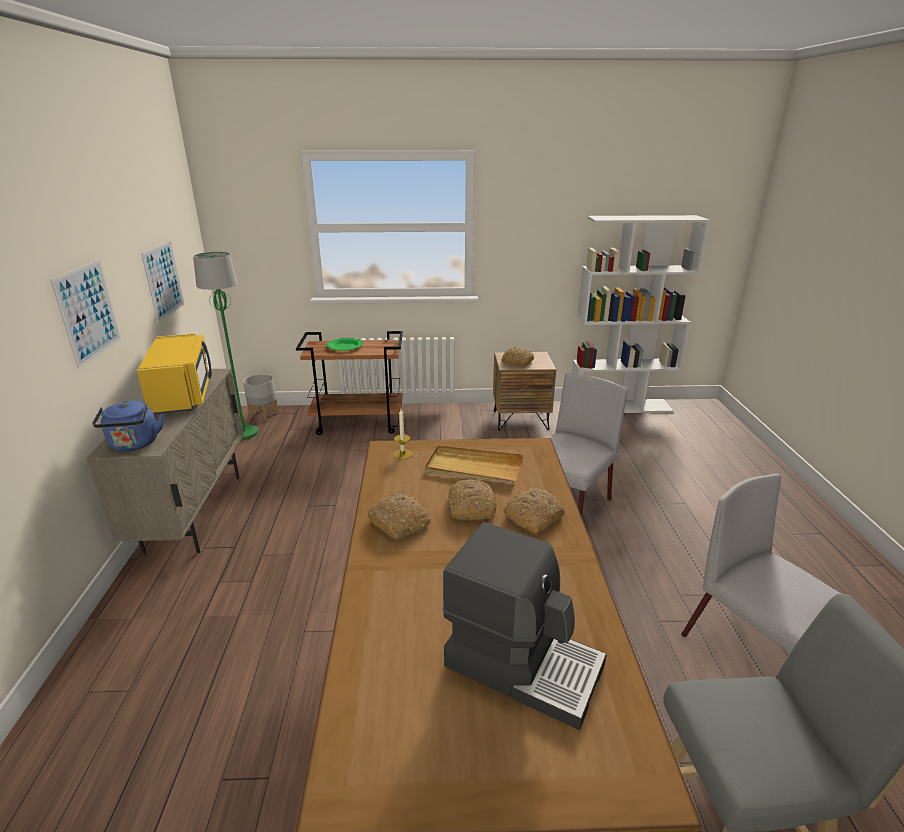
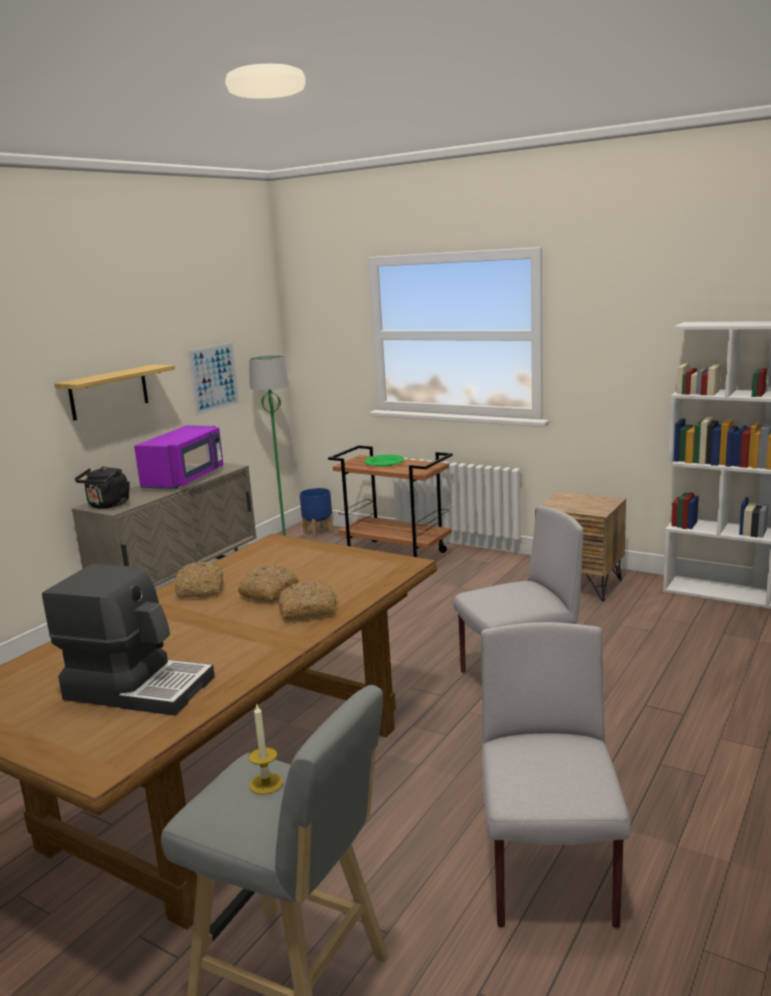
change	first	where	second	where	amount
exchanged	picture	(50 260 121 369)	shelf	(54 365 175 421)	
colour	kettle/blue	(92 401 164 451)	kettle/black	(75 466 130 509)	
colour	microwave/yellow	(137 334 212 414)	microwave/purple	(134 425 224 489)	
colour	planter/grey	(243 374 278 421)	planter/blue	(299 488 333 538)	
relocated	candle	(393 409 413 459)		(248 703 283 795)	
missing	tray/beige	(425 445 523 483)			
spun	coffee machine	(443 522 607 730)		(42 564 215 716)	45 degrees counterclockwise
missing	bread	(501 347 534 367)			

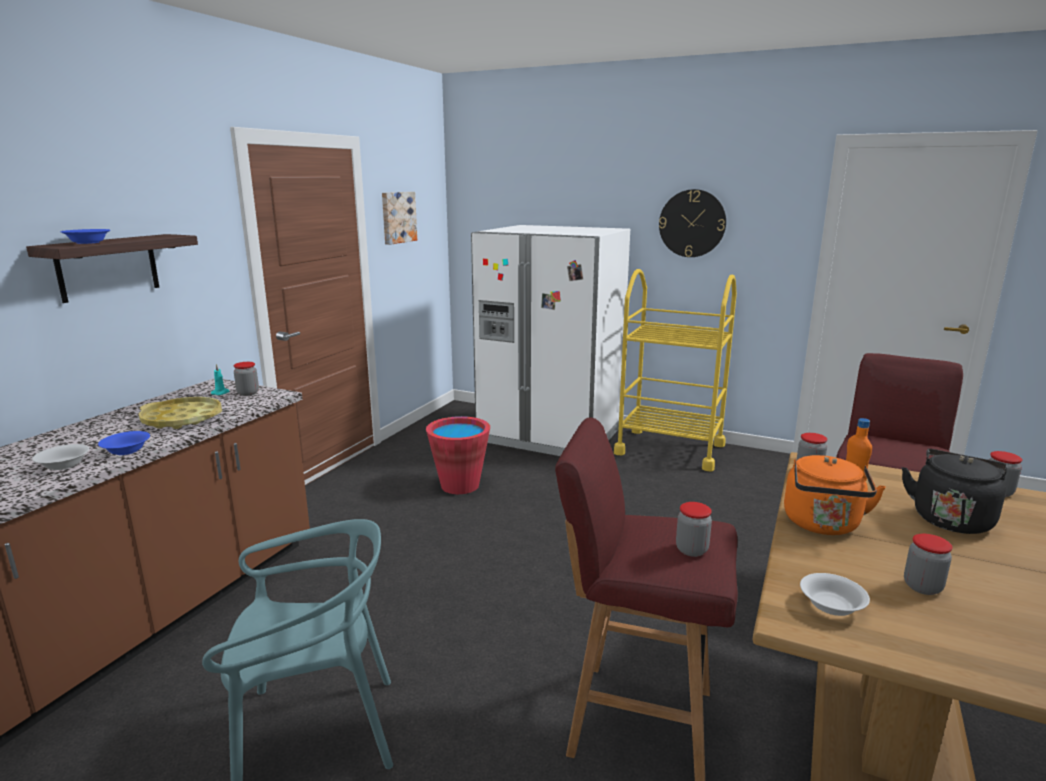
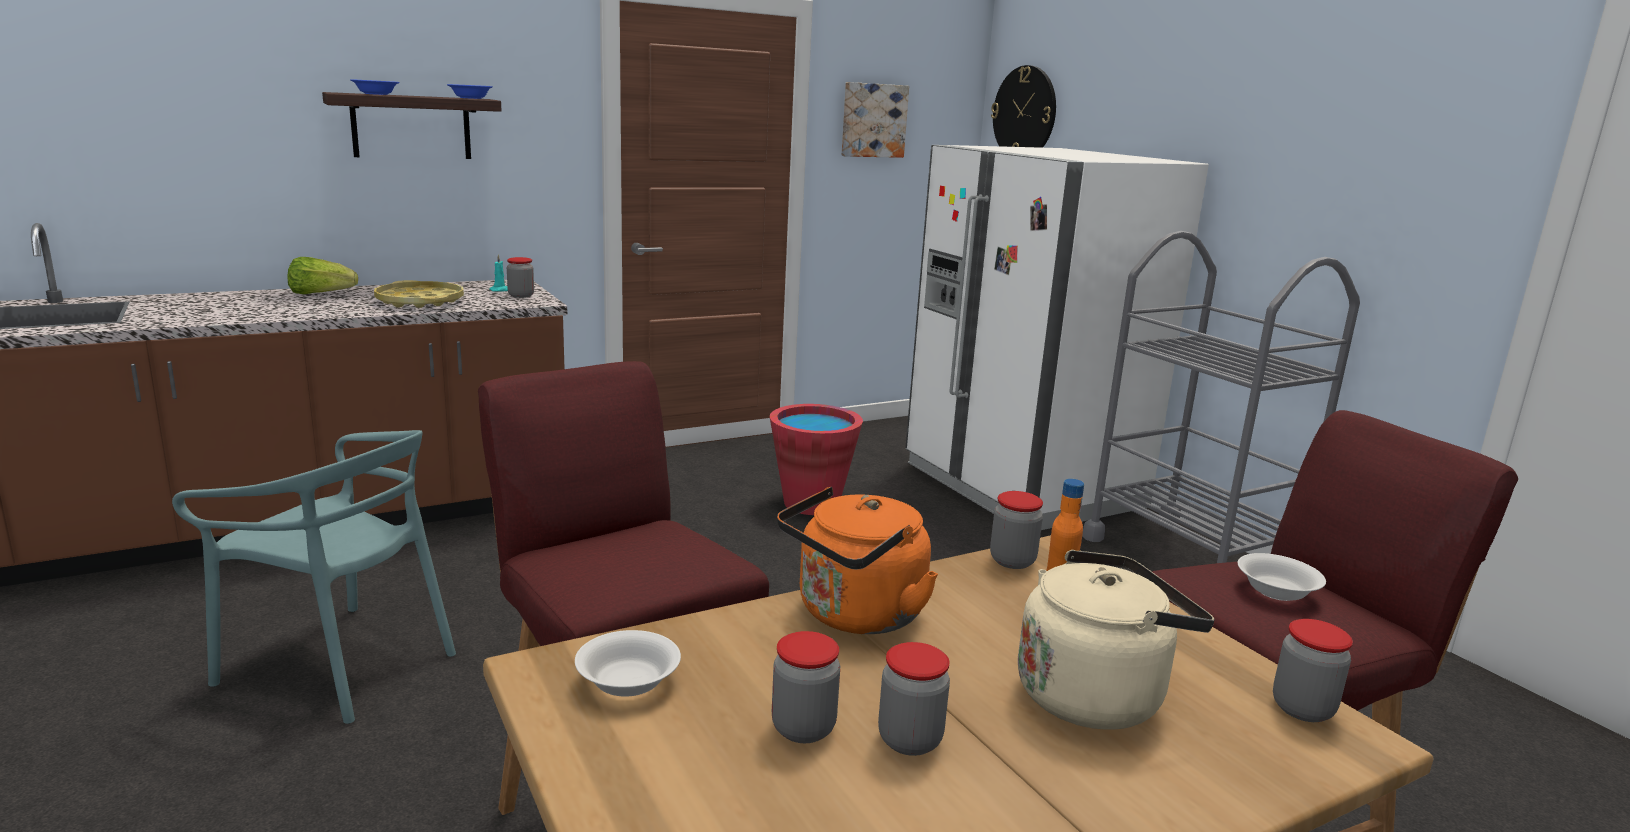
change	first	where	second	where	amount
relocated	bowl/white	(32 444 89 470)		(1238 553 1326 601)	
relocated	bowl/blue	(98 431 150 455)		(447 84 493 99)	
colour	cart/yellow	(614 269 737 471)	cart/grey	(1082 231 1360 563)	
relocated	wall clock	(659 189 726 257)		(991 65 1056 148)	
relocated	jar	(676 502 712 557)		(878 642 950 756)	
colour	kettle/black	(902 449 1008 534)	kettle/beige	(1018 550 1214 730)	
appeared			lettuce	(288 257 358 294)	

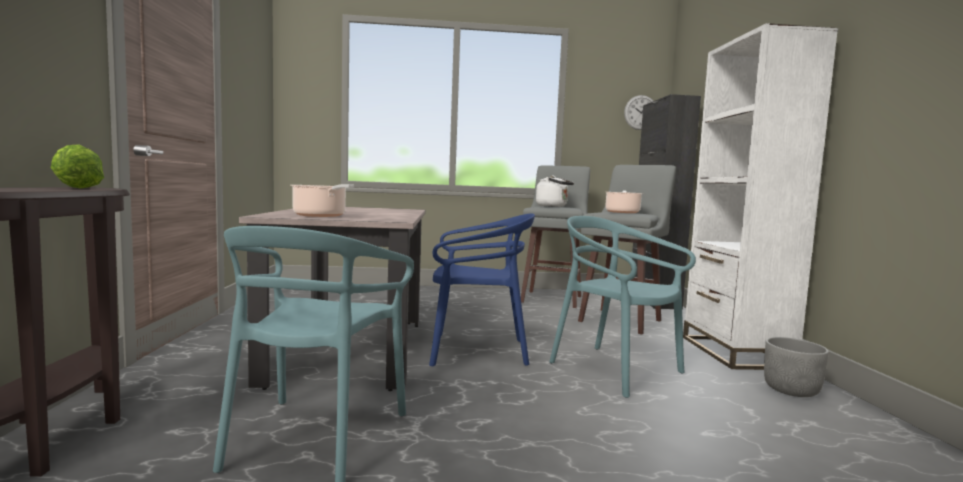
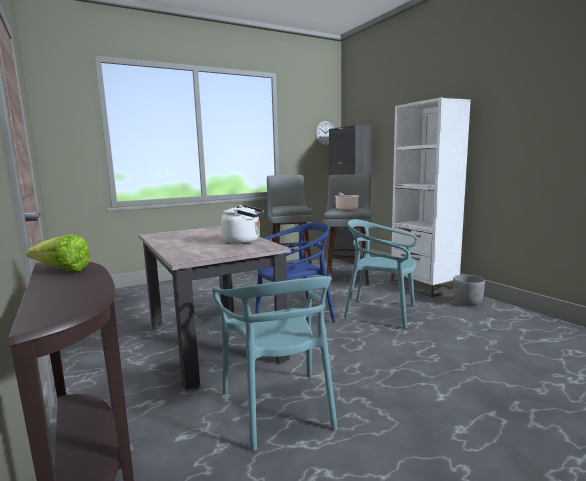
change	first	where	second	where	amount
missing	cooking pot	(290 184 354 217)			
relocated	kettle/white	(536 176 574 207)		(221 205 264 244)	

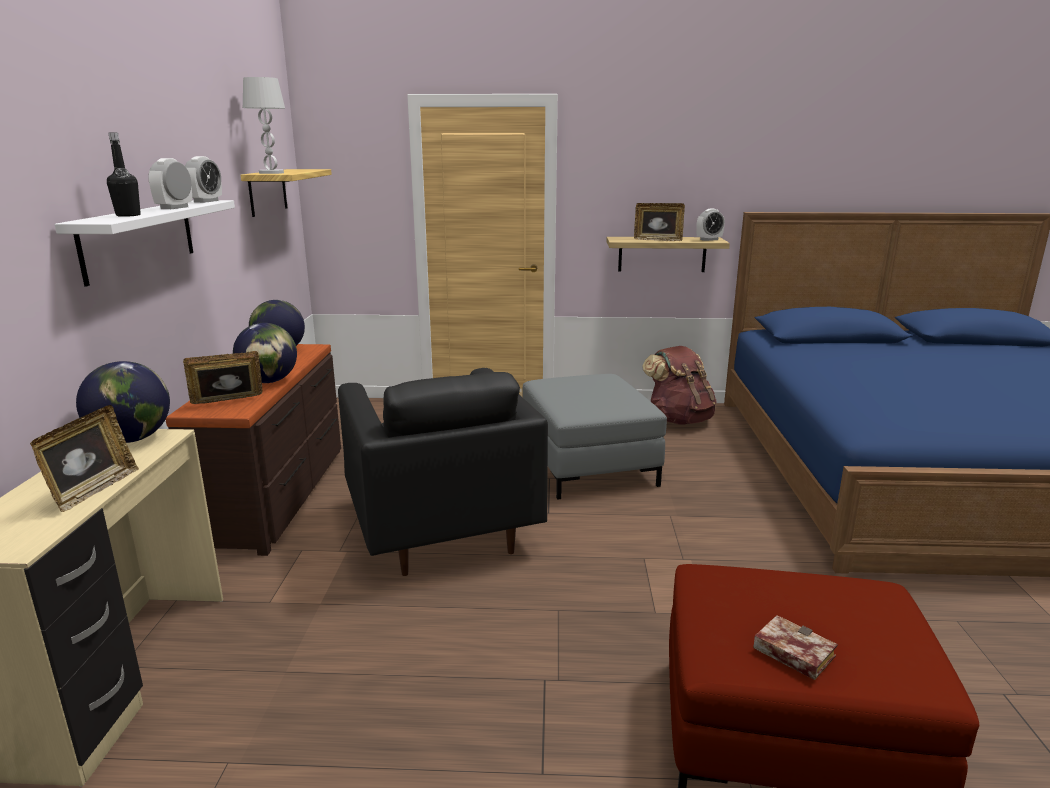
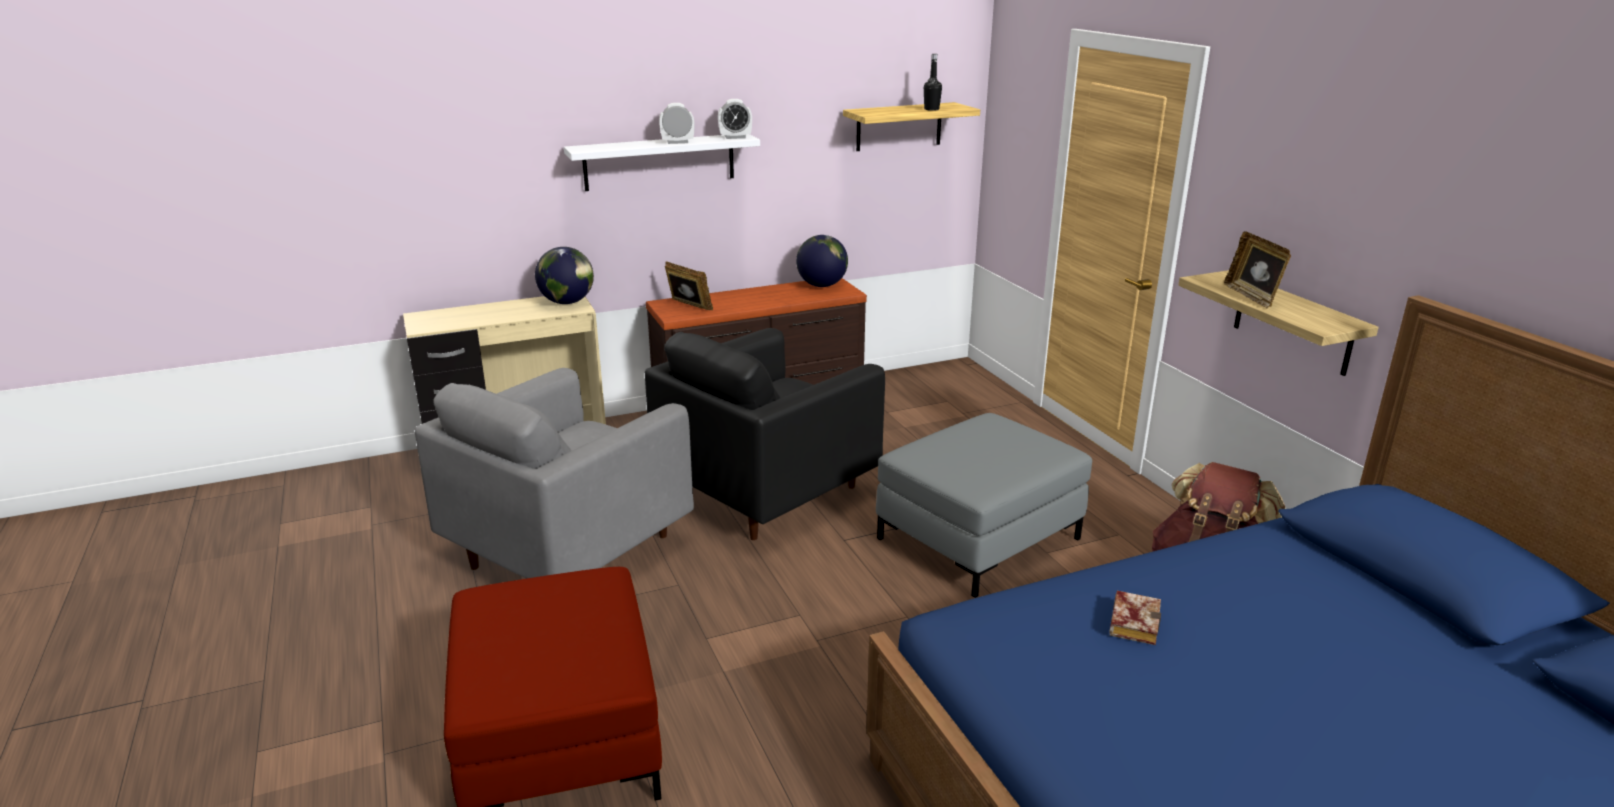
change	first	where	second	where	amount
missing	picture frame	(30 405 139 512)			
relocated	bottle/black	(107 133 141 217)		(924 54 942 111)	
missing	globe	(233 323 297 383)			
missing	table lamp/white	(243 77 285 174)			
missing	alarm clock	(696 209 725 241)			
relocated	book	(753 615 838 680)		(1110 591 1161 645)	
appeared			armchair/grey	(415 368 694 579)	

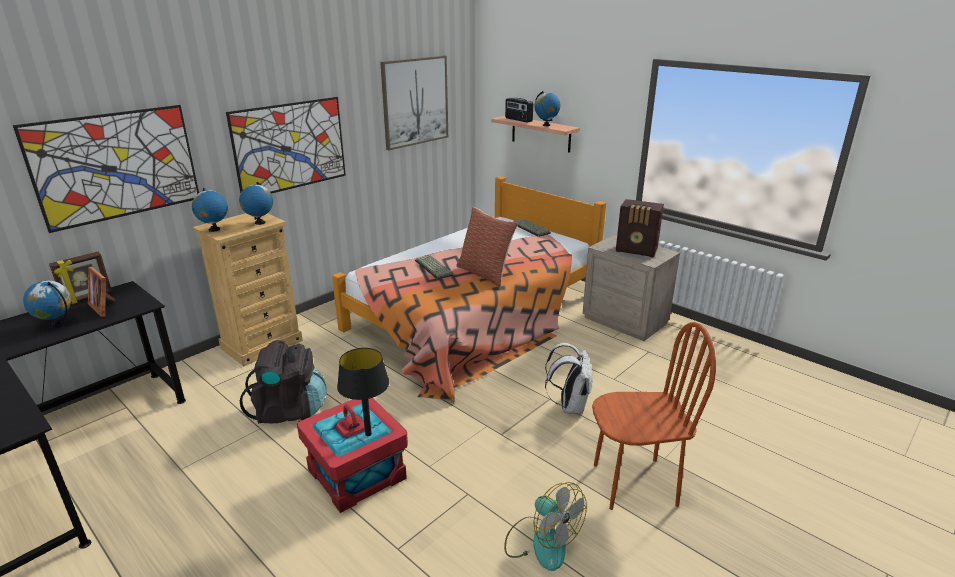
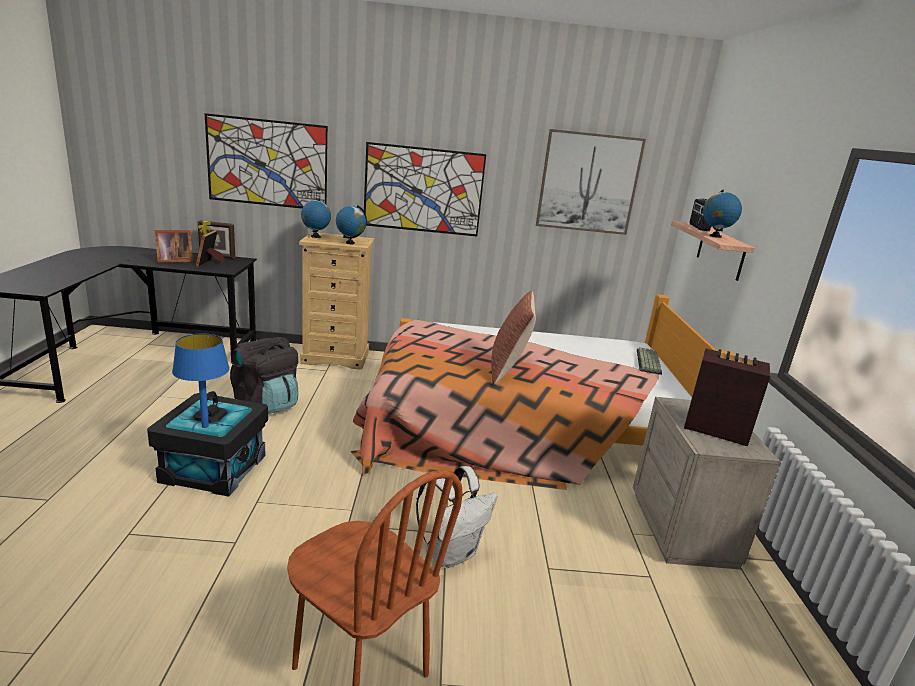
change	first	where	second	where	amount
exchanged	globe	(23 281 71 329)	picture frame	(155 230 193 263)	
colour	storage box/red	(297 398 408 513)	storage box/black	(147 391 268 497)	
colour	table lamp/black	(337 348 389 436)	table lamp/blue	(172 334 230 428)	
missing	keyboard	(415 255 454 280)			
missing	fan	(504 482 587 571)			
spun	radio	(616 199 664 257)		(684 349 770 446)	135 degrees clockwise

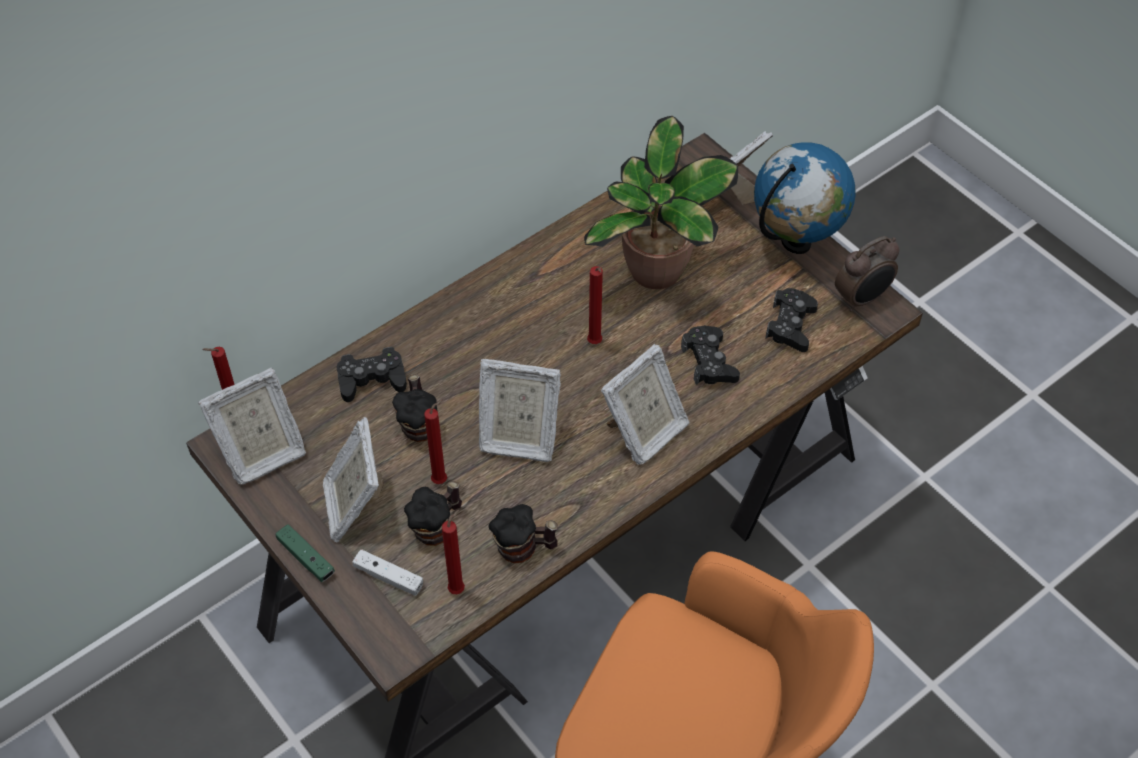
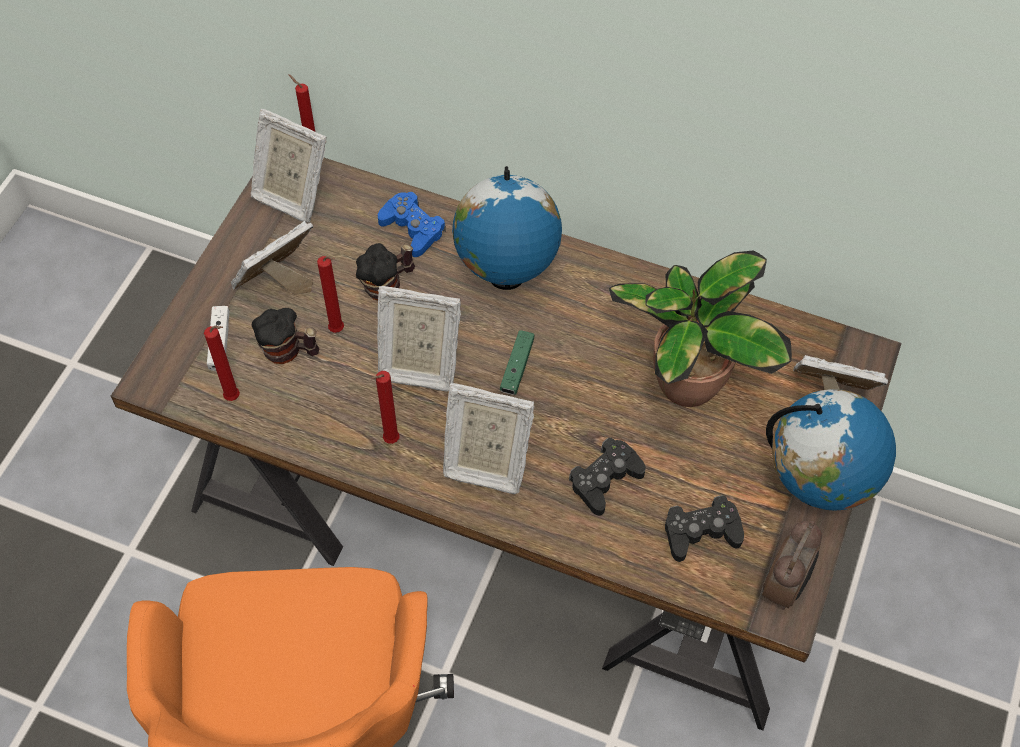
change	first	where	second	where	amount
relocated	game controller/green	(275 524 335 582)		(500 330 534 395)	
colour	game controller/black	(337 347 407 402)	game controller/blue	(378 192 446 257)	
spun	picture frame	(479 359 561 462)		(377 286 461 392)	60 degrees counterclockwise
missing	mug	(488 504 557 563)			
relocated	candle/red	(587 266 603 344)		(371 371 400 444)	
spun	alarm clock	(835 236 900 311)		(762 521 822 610)	90 degrees counterclockwise
appeared			globe	(452 166 562 290)	

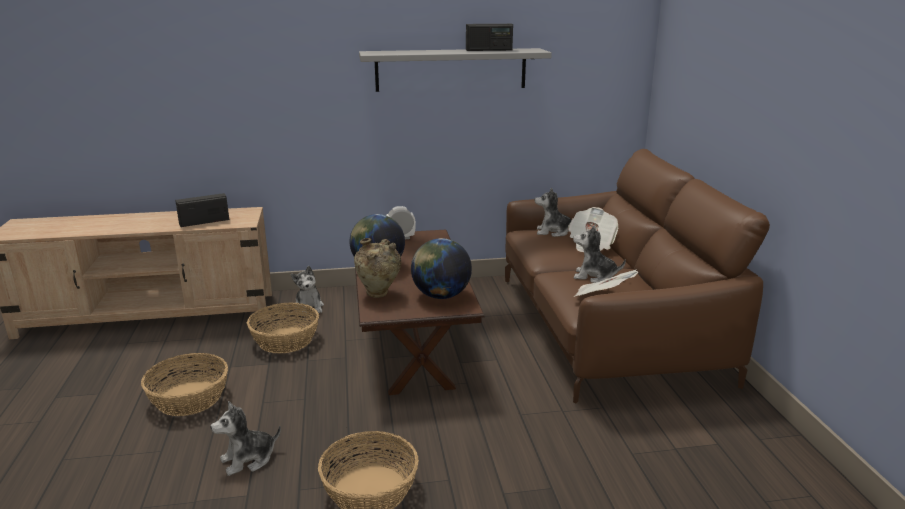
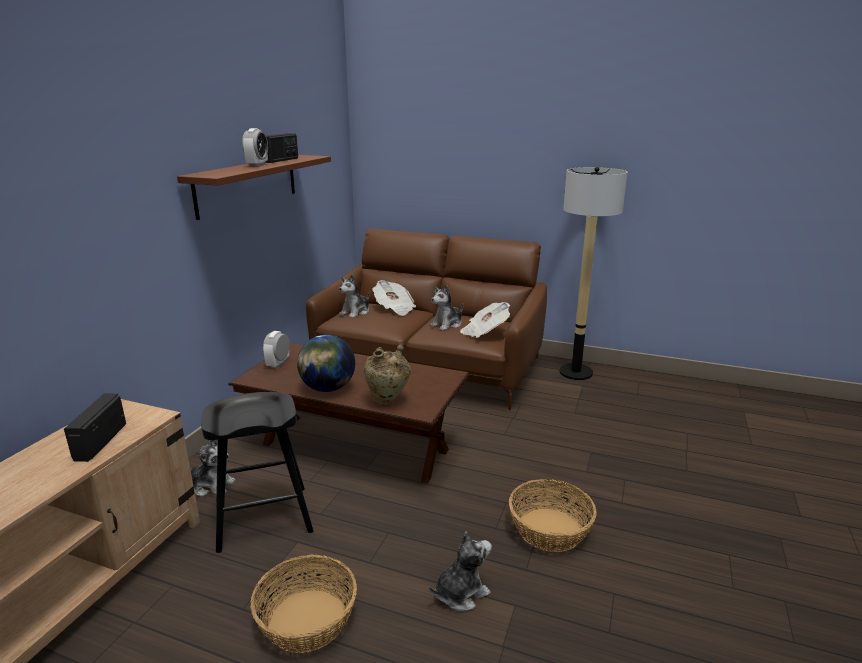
change	first	where	second	where	amount
spun	plush toy	(210 401 281 476)		(429 531 492 611)	120 degrees counterclockwise
exchanged	basket	(247 303 319 354)	stool/black	(201 392 313 553)	
colour	shelf/grey	(359 48 552 92)	shelf/brown	(177 155 331 220)	
missing	globe	(411 238 472 299)			
appeared			alarm clock	(242 128 268 167)	
appeared			floor lamp	(559 167 628 380)	

